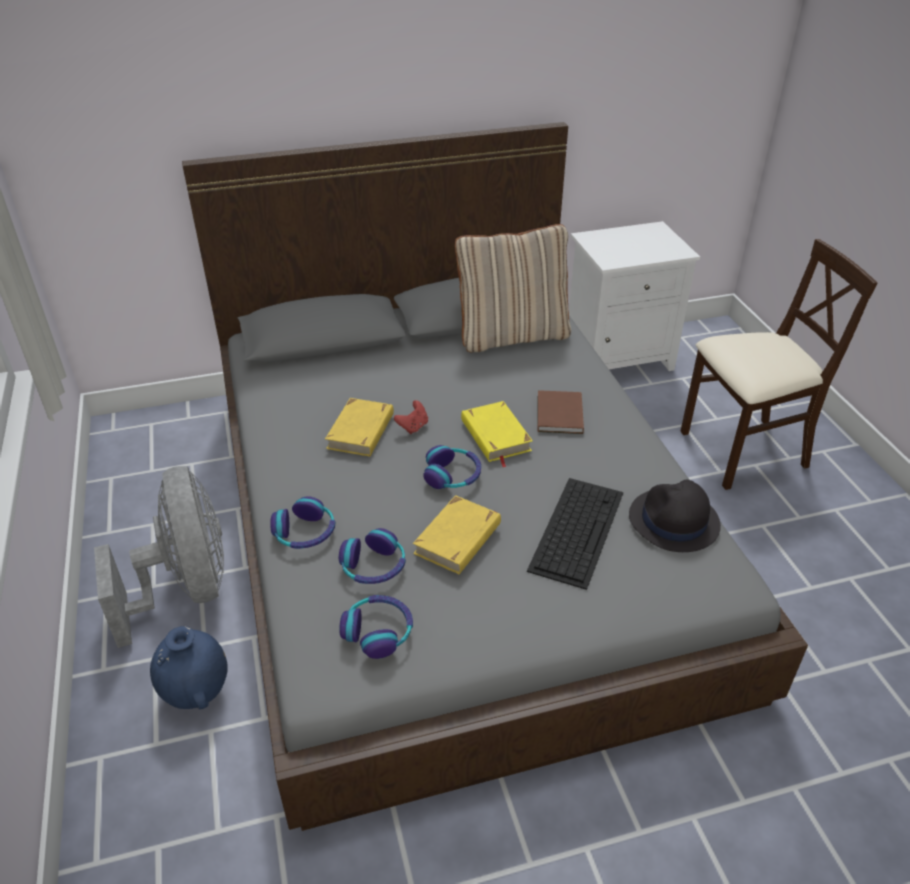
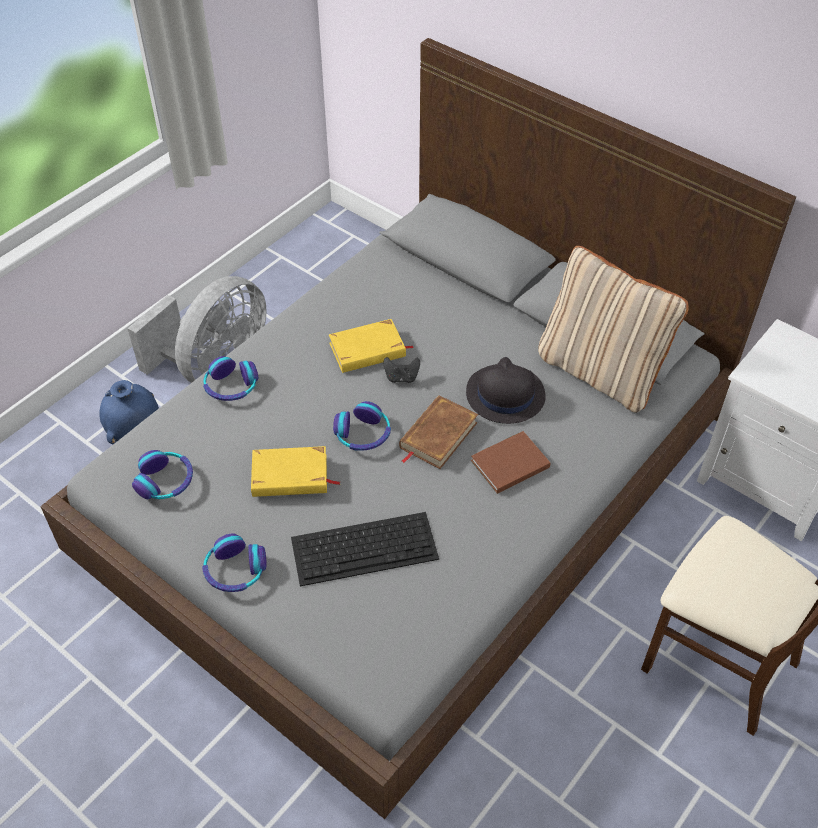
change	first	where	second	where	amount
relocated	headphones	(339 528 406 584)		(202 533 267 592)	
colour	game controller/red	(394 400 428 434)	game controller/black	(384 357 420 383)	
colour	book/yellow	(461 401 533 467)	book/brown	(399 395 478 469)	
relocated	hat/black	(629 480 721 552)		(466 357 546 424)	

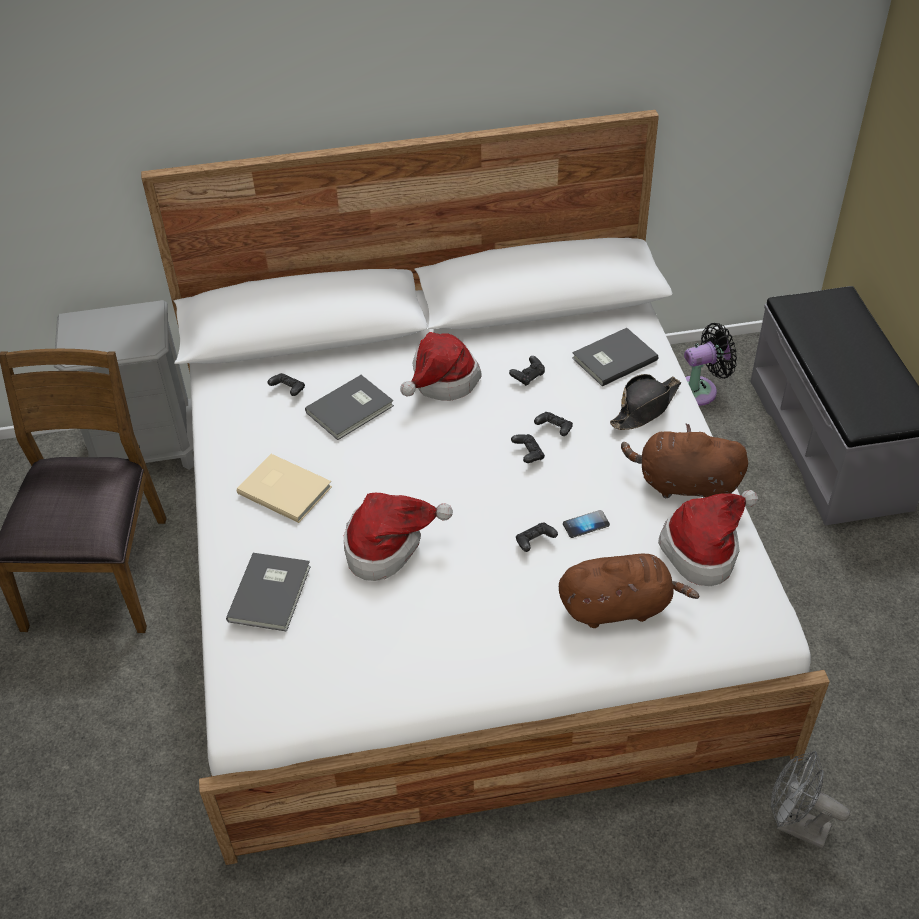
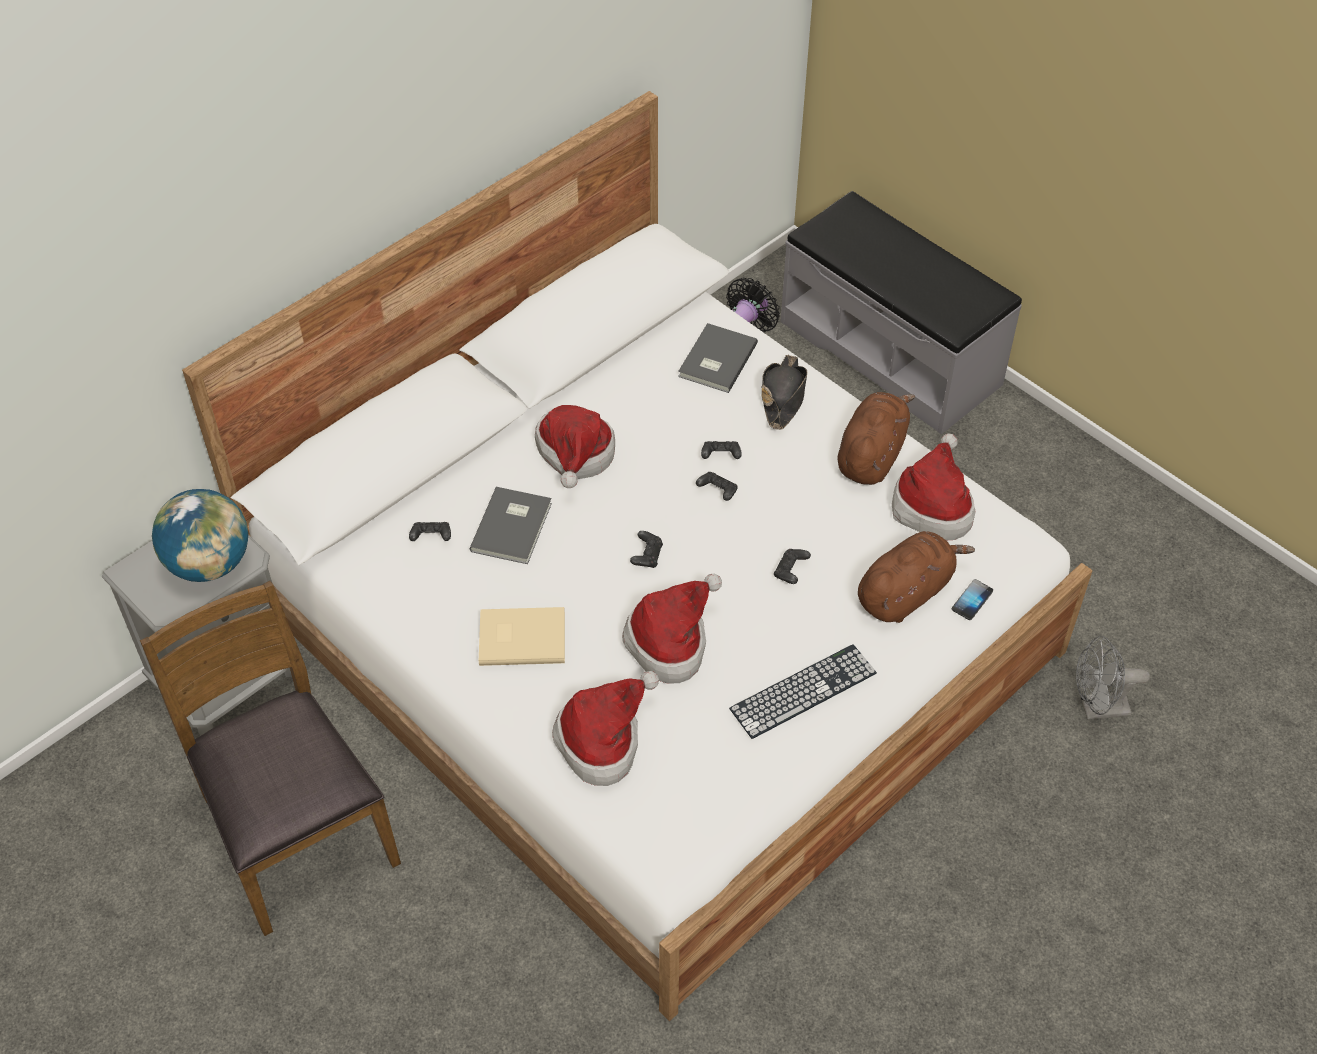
change	first	where	second	where	amount
exchanged	book/grey	(226 553 311 632)	hat	(552 671 659 786)	
relocated	game controller/black	(509 356 545 386)		(630 531 663 568)	
relocated	phone	(563 510 610 538)		(952 579 993 620)	
spun	plush toy/brown	(621 424 748 498)		(837 392 915 485)	135 degrees clockwise
appeared			globe	(152 489 248 582)	
appeared			keyboard	(729 645 877 739)	

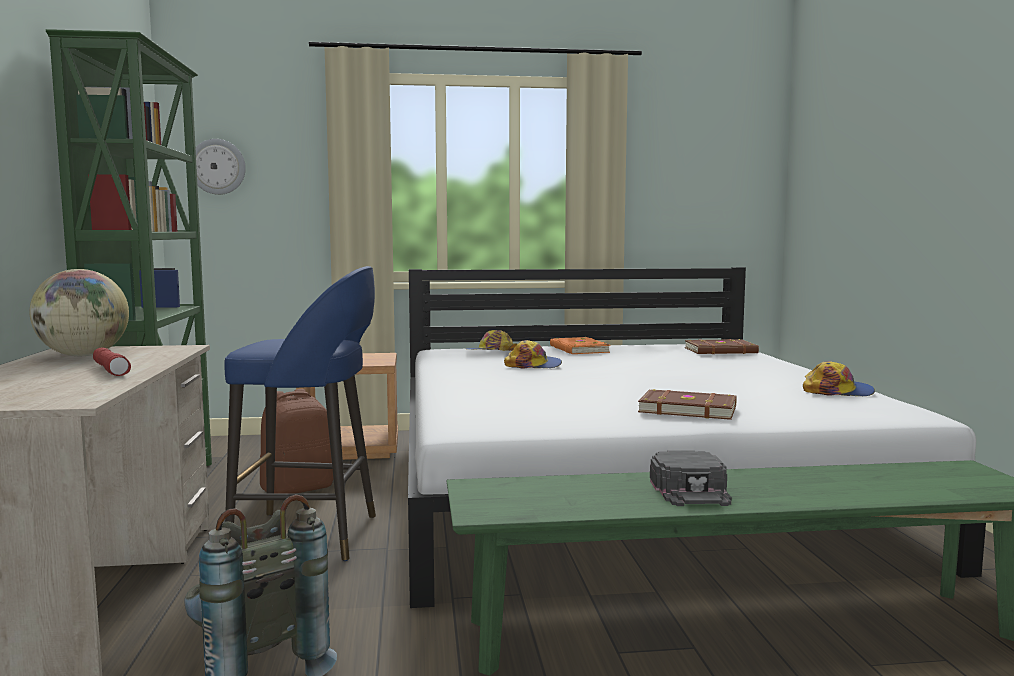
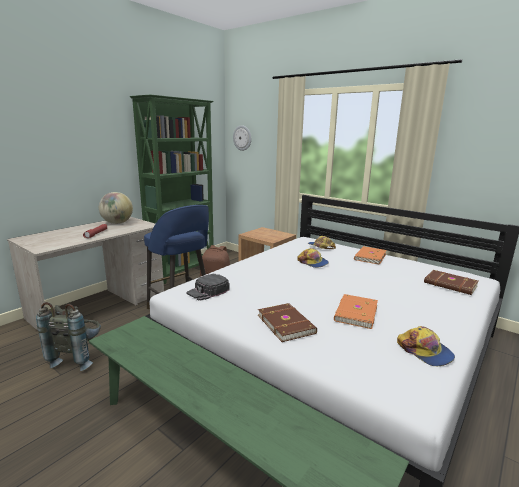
change	first	where	second	where	amount
relocated	cap/black	(650 450 732 506)		(186 274 230 301)	
appeared			book/orange	(334 294 378 329)	

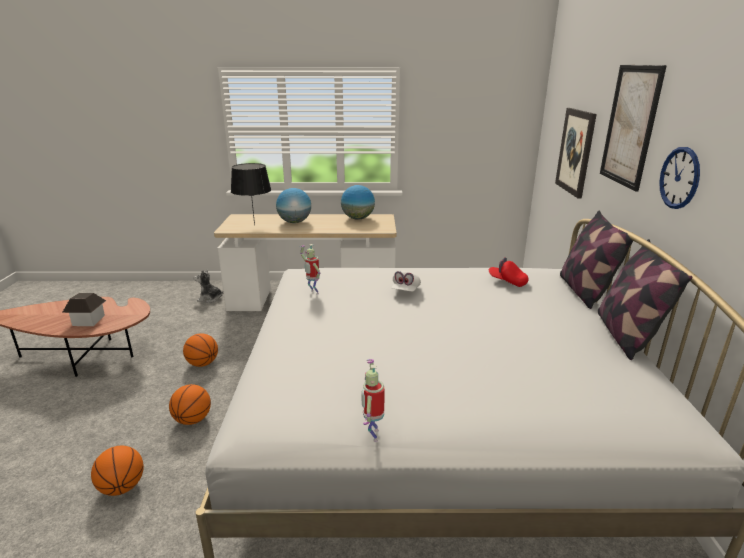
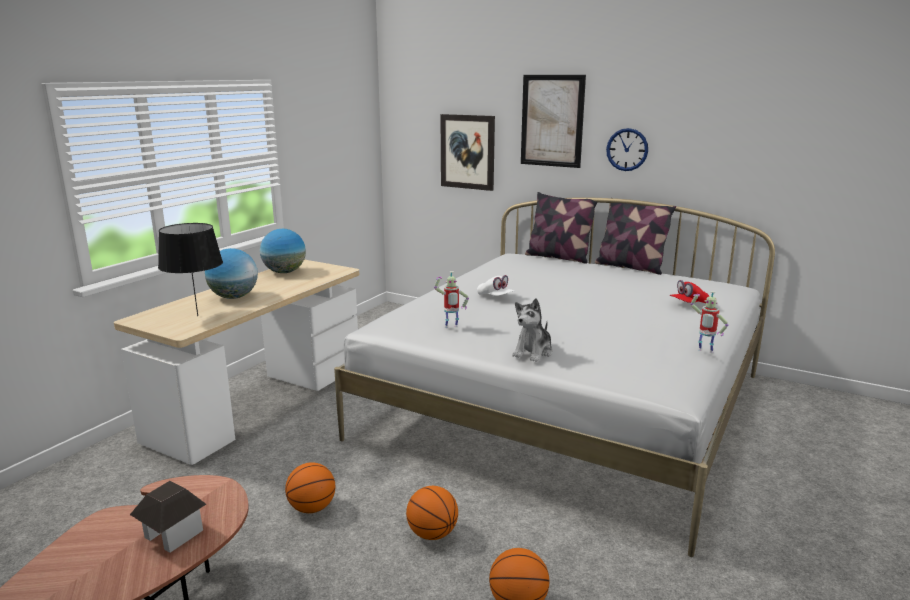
change	first	where	second	where	amount
relocated	plush toy	(194 270 224 303)		(512 298 553 362)	
relocated	cap/red	(489 257 529 287)		(670 280 709 303)	

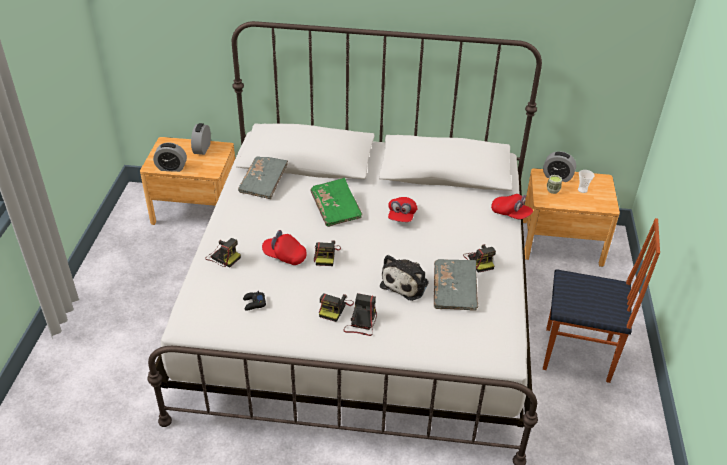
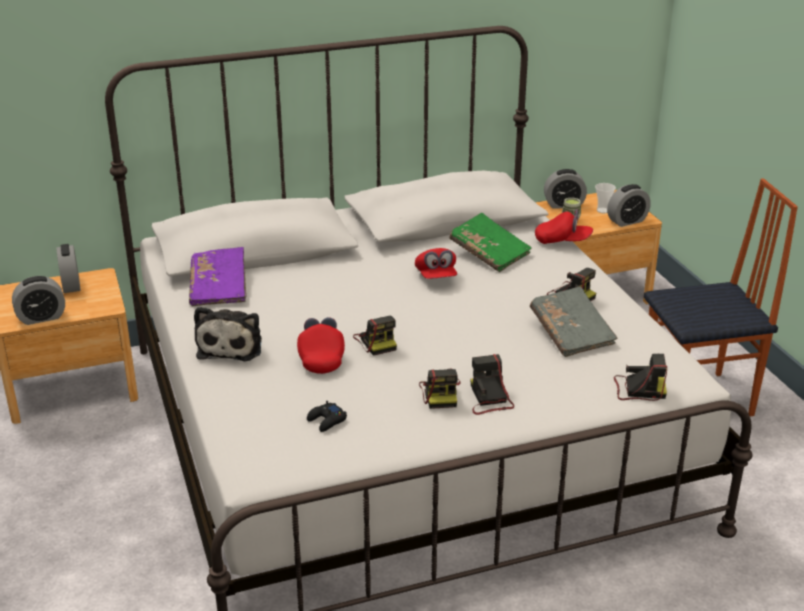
change	first	where	second	where	amount
relocated	photo camera	(205 238 241 267)		(614 354 667 401)	
colour	book/grey	(238 156 288 199)	book/purple	(189 247 247 306)	
spun	cap/red	(262 230 307 265)		(297 317 345 374)	90 degrees clockwise
relocated	book/green	(310 178 363 227)		(449 213 532 272)	
relocated	plush toy	(380 255 429 301)		(194 307 262 361)	
appeared			alarm clock	(607 184 651 227)	

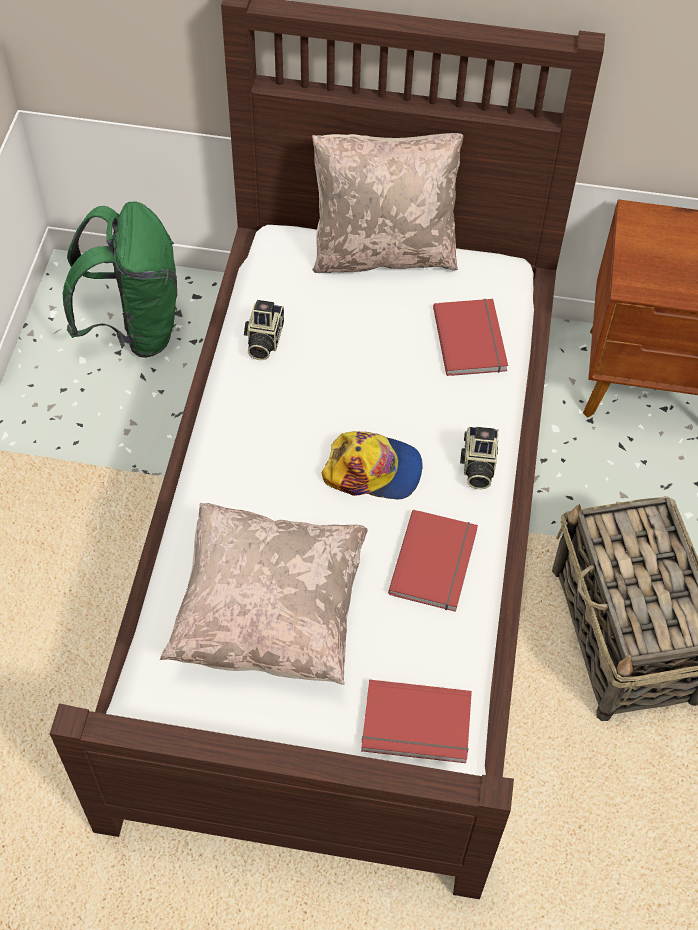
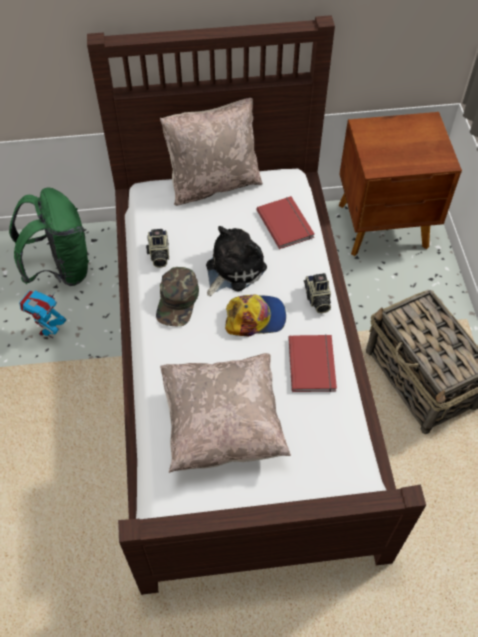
change	first	where	second	where	amount
missing	book/red	(361 679 472 763)			
appeared			toy robot	(19 290 66 338)	
appeared			cap/green	(156 267 199 326)	
appeared			plush toy	(206 226 267 296)	

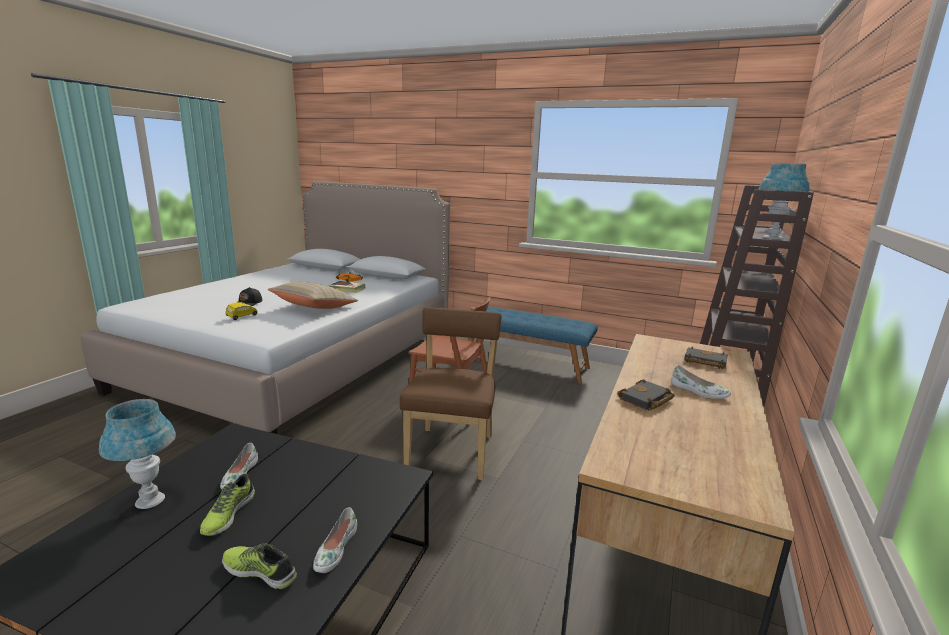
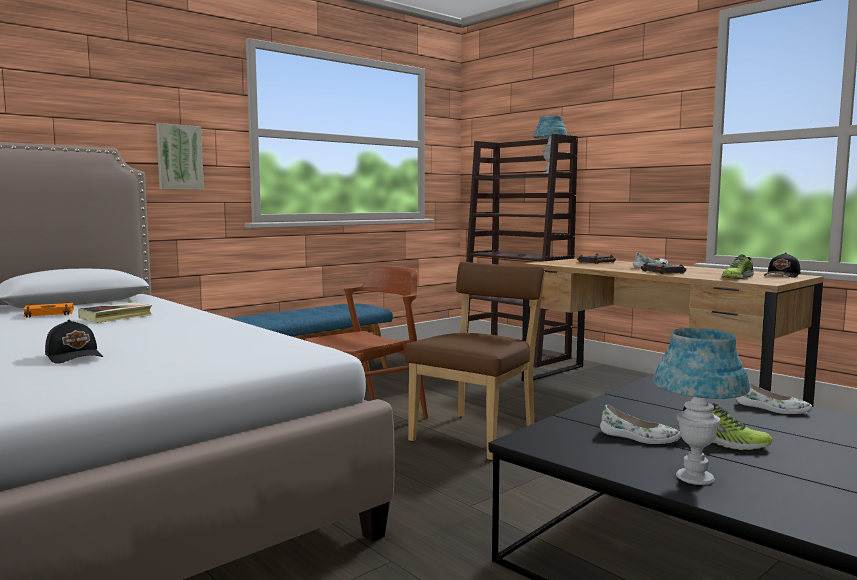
change	first	where	second	where	amount
relocated	shoe	(222 543 297 589)		(722 254 754 279)	
missing	toy car/yellow	(225 302 258 320)			
missing	pillow/beige	(267 282 358 309)			
spun	chair/brown	(400 307 502 480)		(405 262 545 461)	90 degrees clockwise
appeared			picture	(156 123 204 190)	
appeared			cap/black	(764 252 800 278)	

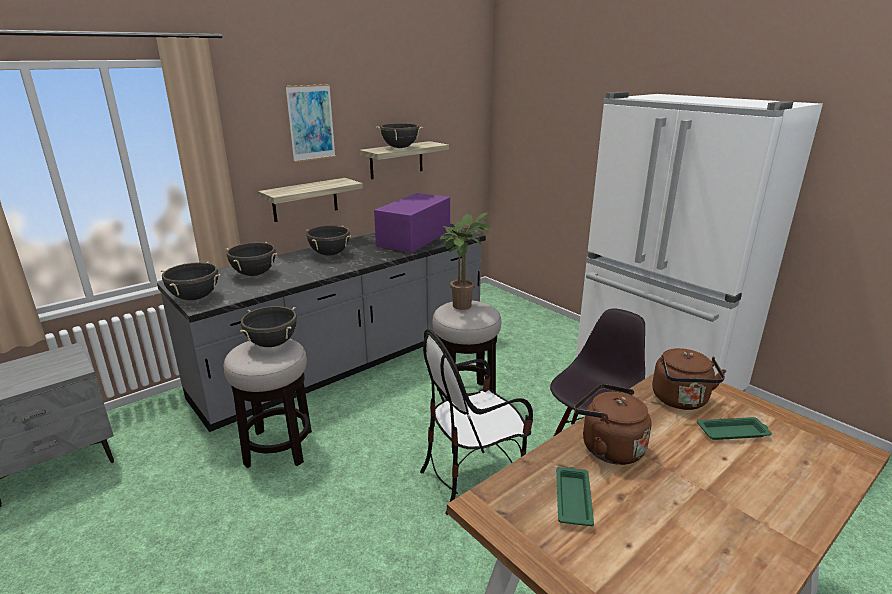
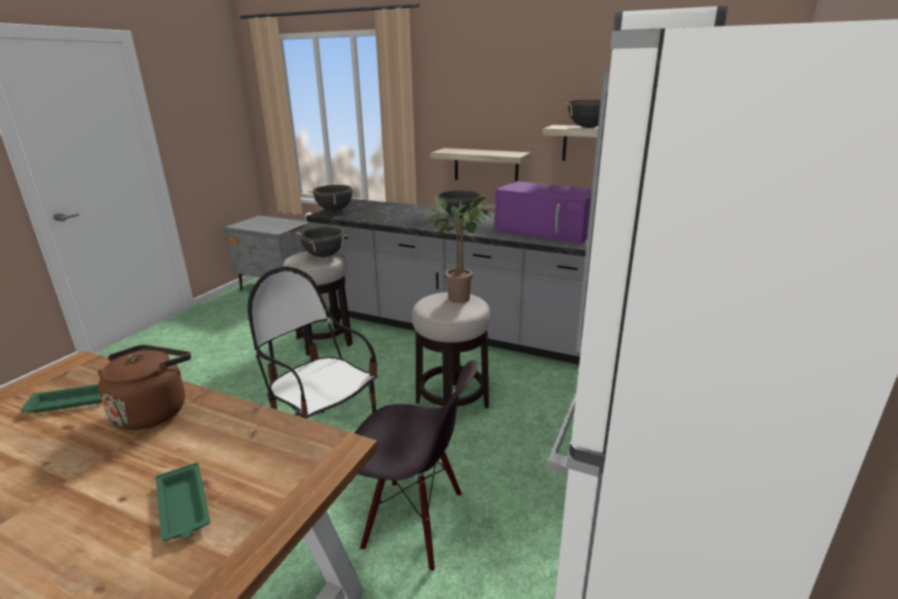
change	first	where	second	where	amount
missing	cooking pot/black	(225 242 278 276)			
missing	picture	(285 84 336 162)			
spun	microwave/purple	(374 193 450 253)		(495 181 592 244)	150 degrees counterclockwise
missing	kettle/brown	(652 348 726 410)			

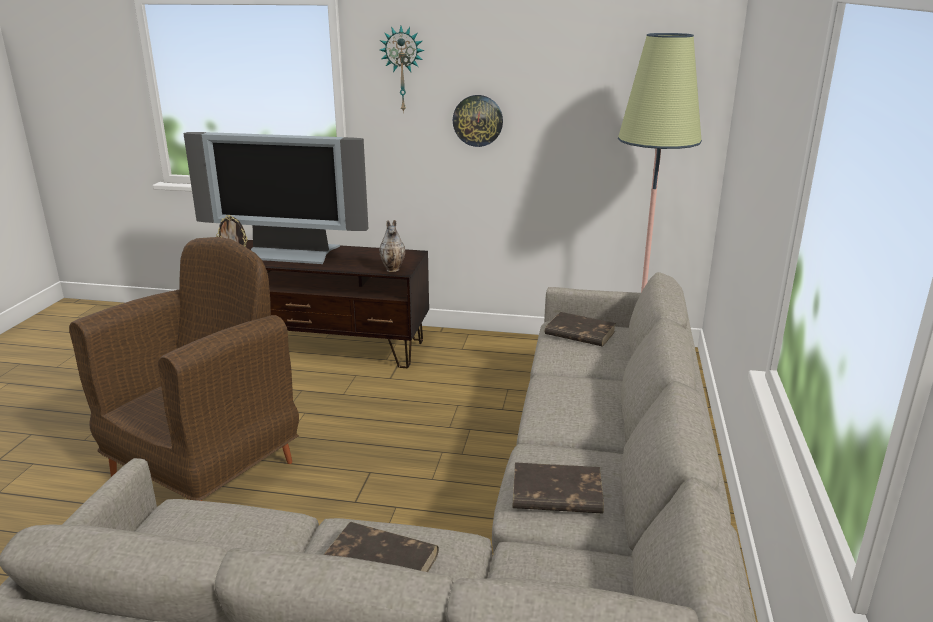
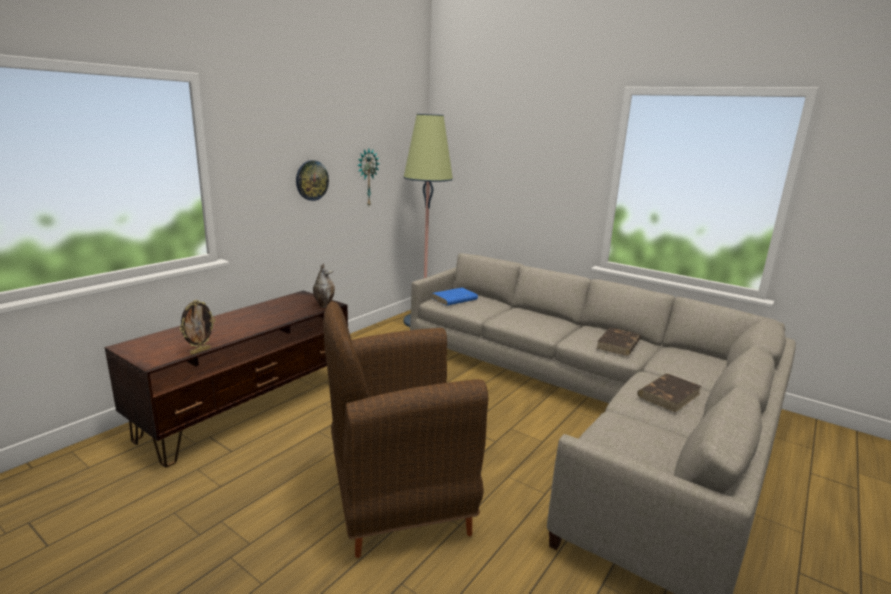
change	first	where	second	where	amount
spun	armchair/brown	(69 237 299 501)		(323 301 488 558)	75 degrees counterclockwise
missing	television	(183 132 368 264)			
relocated	wall clock	(380 26 425 113)		(357 148 379 206)	
colour	book/brown	(545 312 616 347)	book/blue	(432 288 478 306)	

